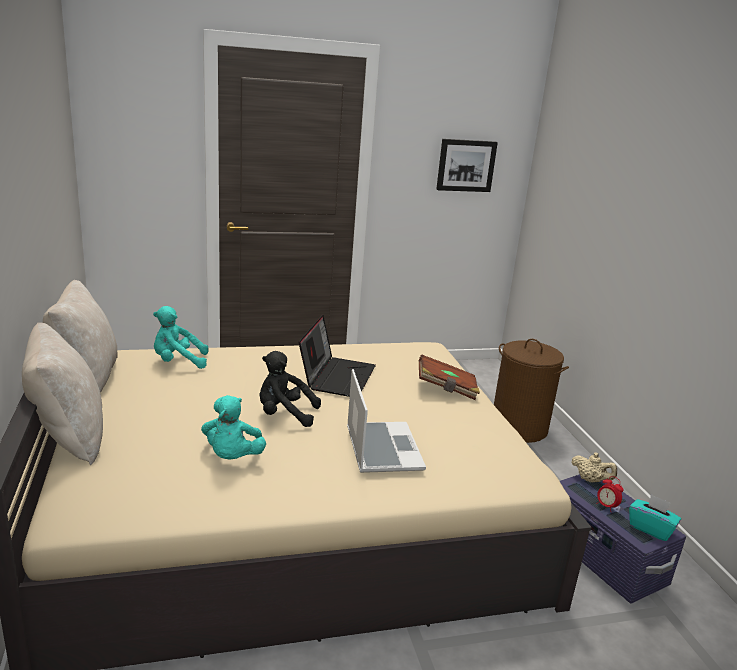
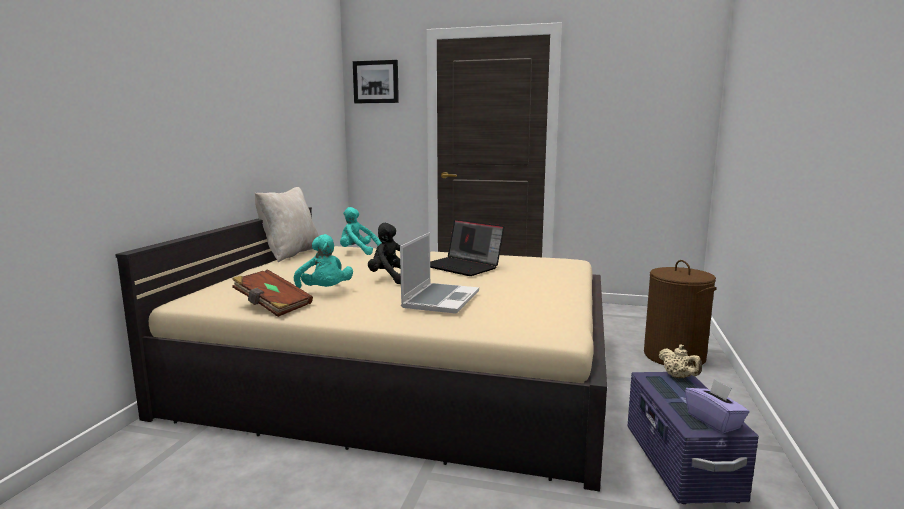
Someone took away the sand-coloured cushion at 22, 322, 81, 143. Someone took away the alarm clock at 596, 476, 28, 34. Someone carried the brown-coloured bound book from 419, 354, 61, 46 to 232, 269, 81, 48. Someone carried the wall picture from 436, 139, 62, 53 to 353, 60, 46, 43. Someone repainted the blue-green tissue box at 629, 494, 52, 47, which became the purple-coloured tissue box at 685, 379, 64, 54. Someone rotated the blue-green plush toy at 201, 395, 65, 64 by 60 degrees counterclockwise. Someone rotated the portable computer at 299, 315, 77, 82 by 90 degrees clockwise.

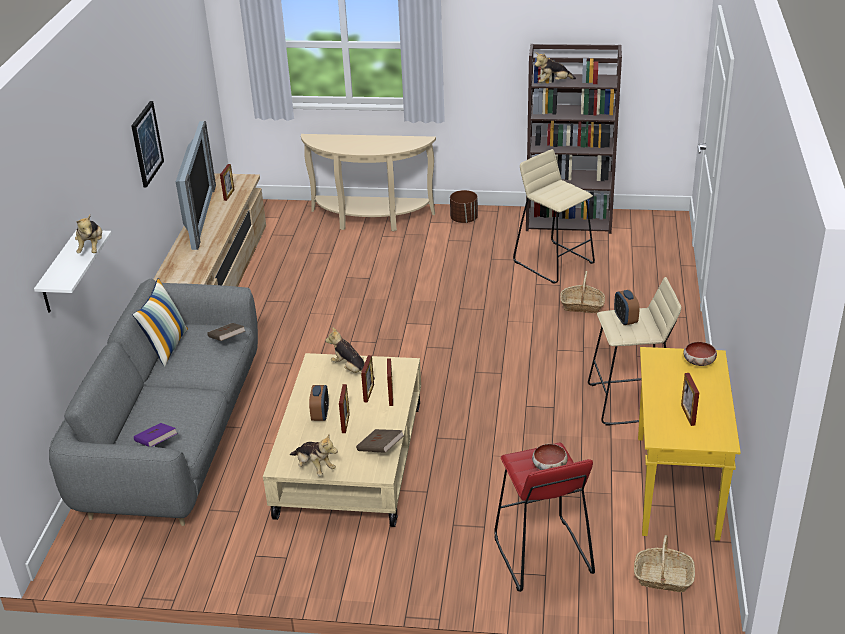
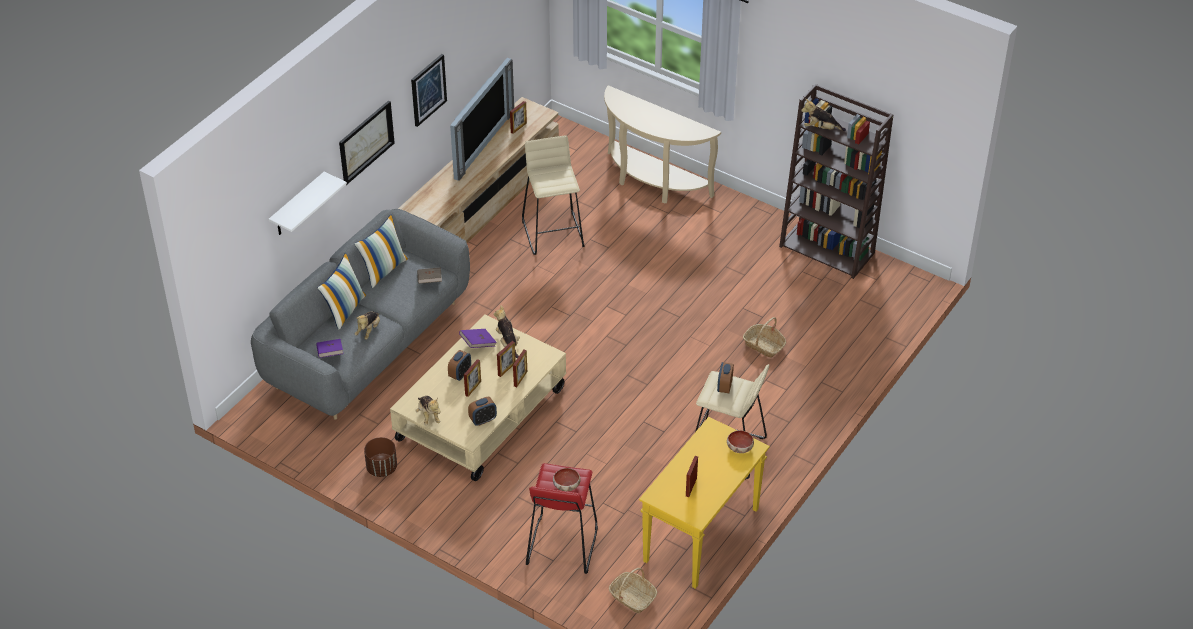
Someone put down the cushion at 318, 253, 48, 76. Someone put up the wall picture at 339, 100, 56, 85. Someone put down the purple-coloured bound book at 459, 329, 38, 19. Someone carried the plush toy from 75, 215, 27, 38 to 355, 311, 25, 29. Someone carried the brown-coloured plant pot from 450, 190, 28, 33 to 364, 437, 33, 40. Someone carried the sand-coloured stool from 513, 149, 82, 135 to 522, 135, 62, 120. Someone swapped the brown-coloured bound book at 356, 429, 49, 24 for the alarm clock at 468, 397, 29, 29.

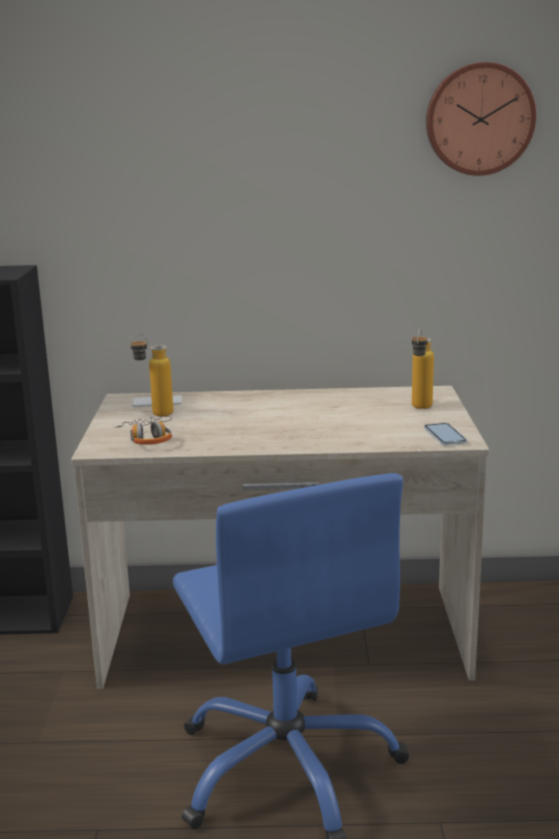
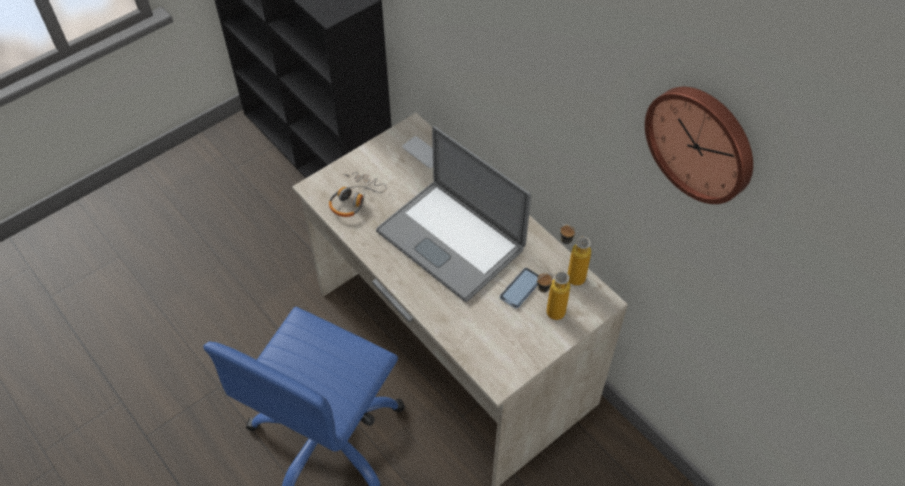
Someone put down the portable computer at 376, 126, 155, 176. Someone carried the drink bottle from 129, 334, 44, 82 to 560, 224, 31, 62. Someone carried the telephone from 424, 423, 43, 23 to 500, 268, 39, 41.

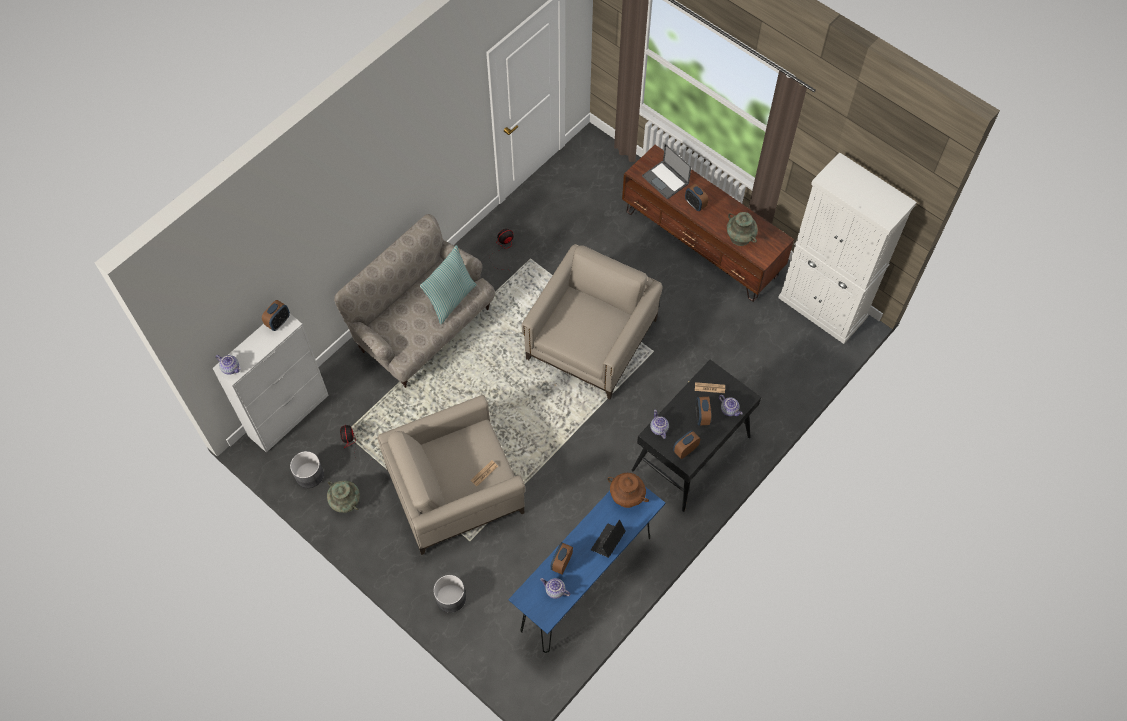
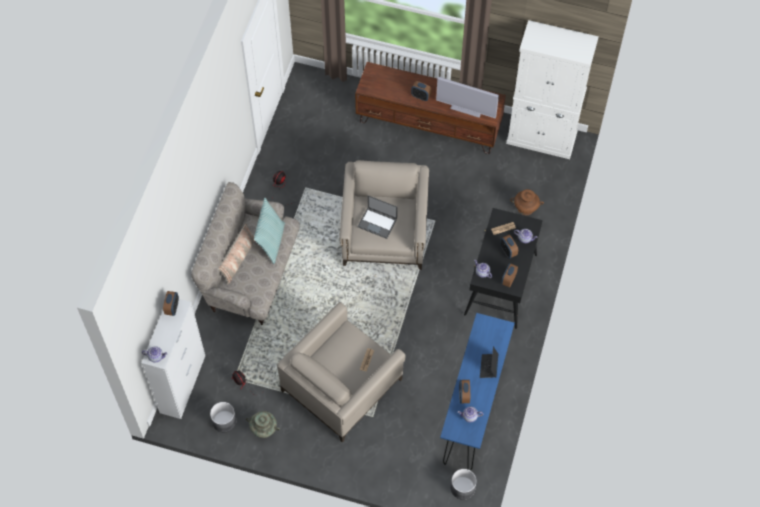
Someone put down the cushion at 218, 224, 37, 60. Someone carried the gray plant pot from 433, 575, 33, 38 to 451, 469, 26, 31. Someone carried the brown-coloured flower vase from 607, 473, 42, 35 to 511, 189, 33, 26. Someone carried the portable computer from 642, 144, 49, 56 to 357, 195, 41, 44. Someone swapped the blue-green flower vase at 727, 212, 31, 34 for the TV set at 436, 77, 63, 42.

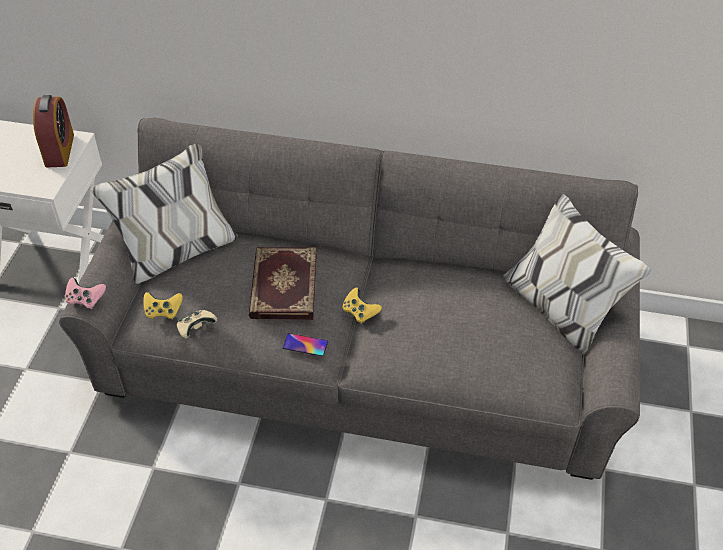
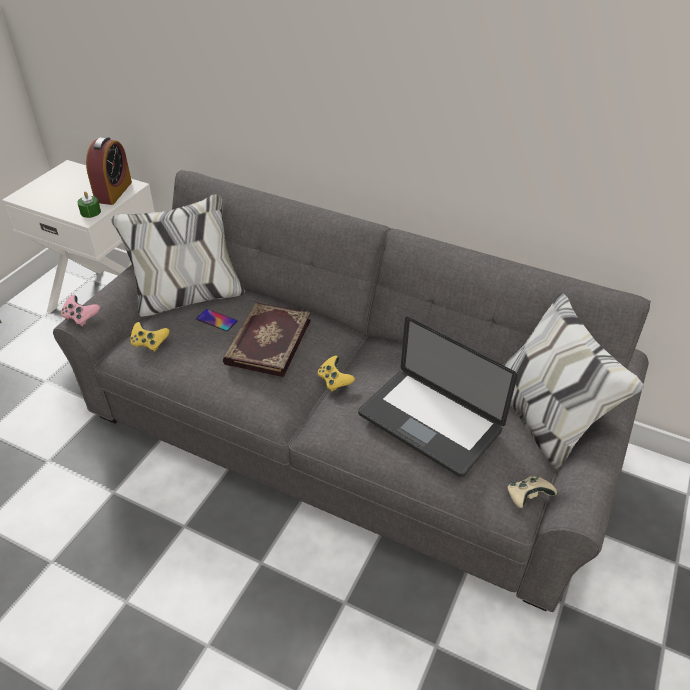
Someone put down the green-coloured wax candle at 77, 191, 24, 27. Someone put down the portable computer at 358, 317, 159, 160. Someone carried the sand-coloured joypad from 177, 310, 40, 28 to 507, 476, 50, 32. Someone carried the telephone from 283, 333, 45, 23 to 196, 309, 41, 22.

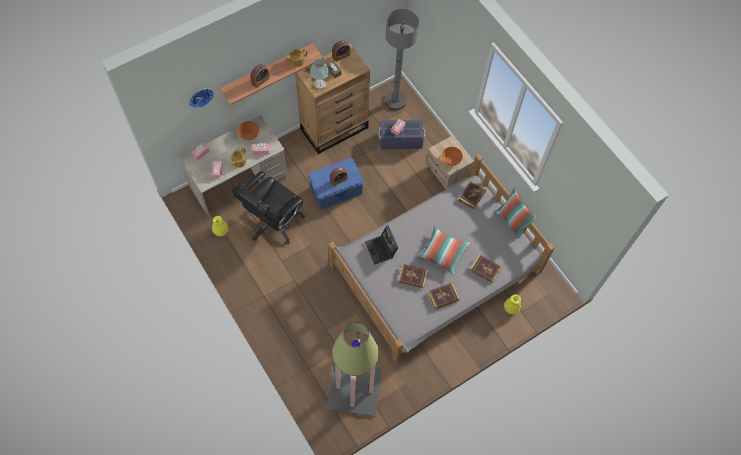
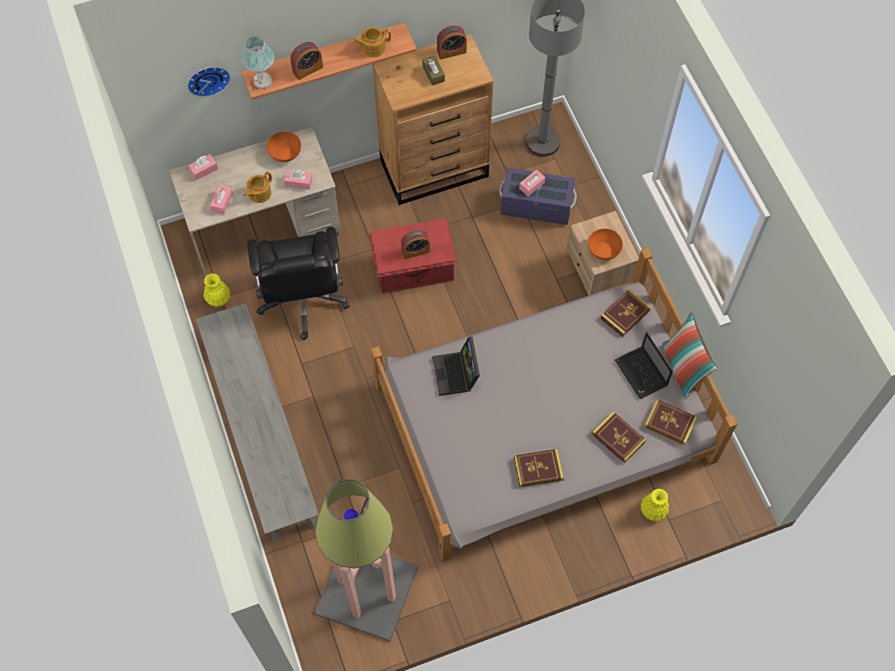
Someone took away the cushion at 418, 226, 52, 48. Someone put down the gray indoor bench at 196, 303, 123, 238. Someone put down the portable computer at 615, 332, 58, 67. Someone carried the tabletop lamp from 310, 59, 19, 31 to 242, 37, 32, 52. Someone carried the bound book from 398, 264, 30, 25 to 644, 399, 53, 47. Someone repainted the bluish storage box at 308, 158, 57, 51, which became the red storage box at 369, 219, 88, 74. Someone rotated the black-coloured computer chair at 232, 171, 73, 74 by 60 degrees counterclockwise.

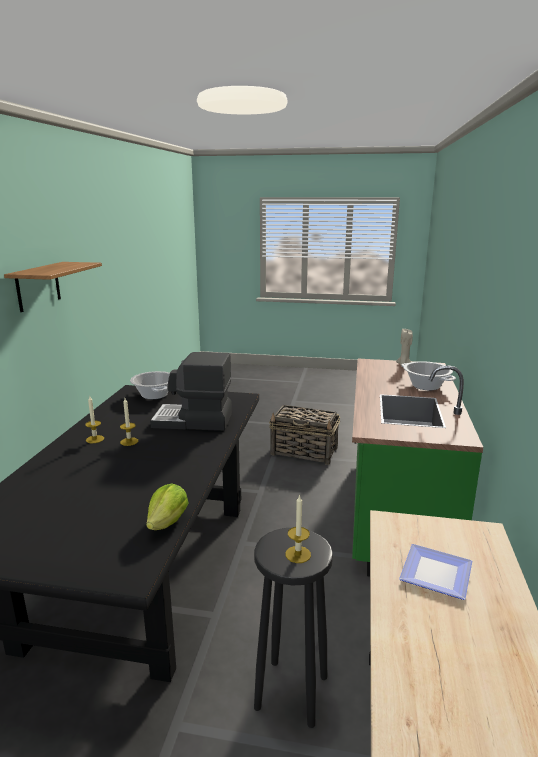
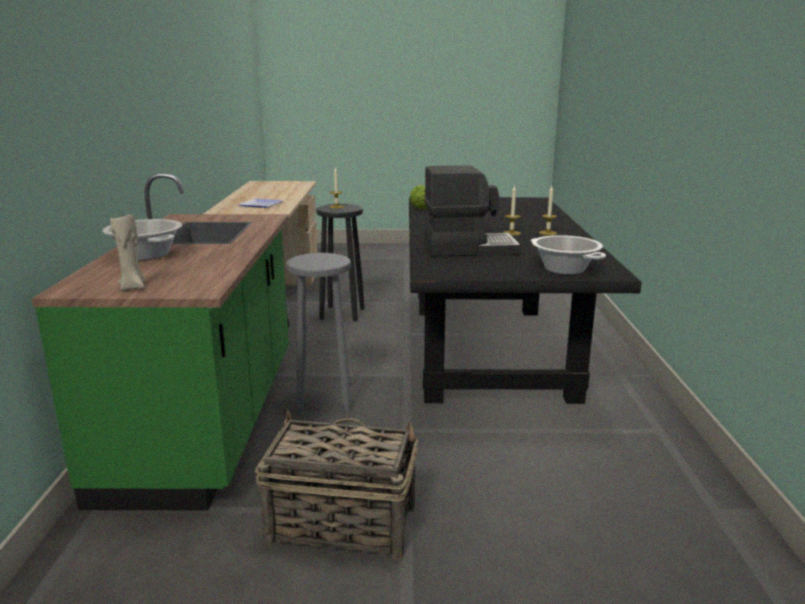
Someone took away the bracket shelf at 4, 262, 98, 50. Someone put down the gray stool at 286, 253, 65, 161.

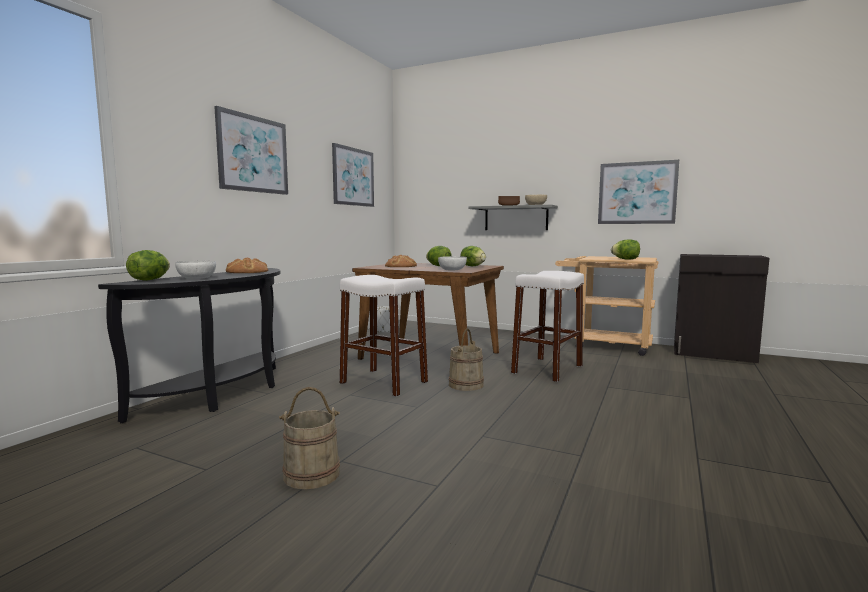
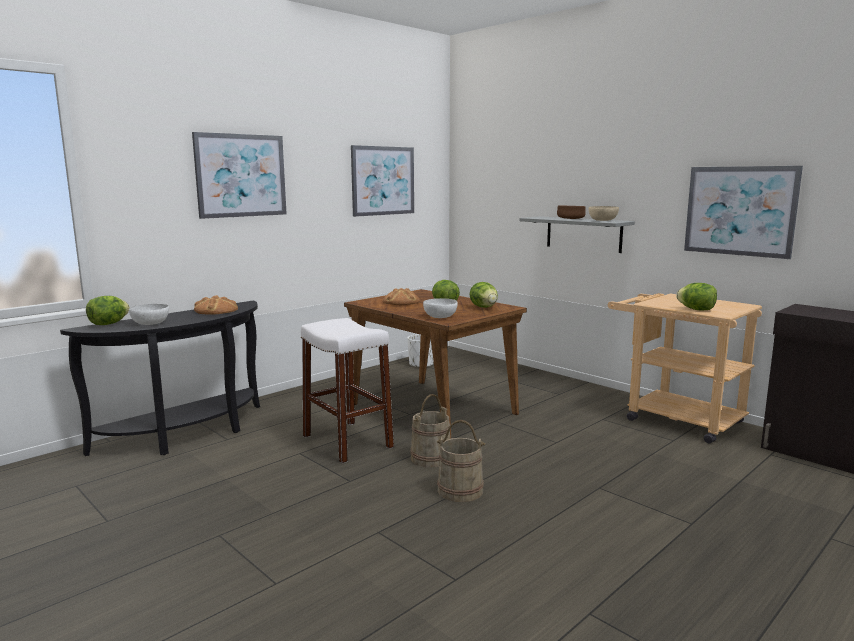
Someone took away the white stool at 511, 271, 73, 111. Someone carried the sand-coloured pail from 279, 387, 61, 103 to 437, 420, 48, 82.

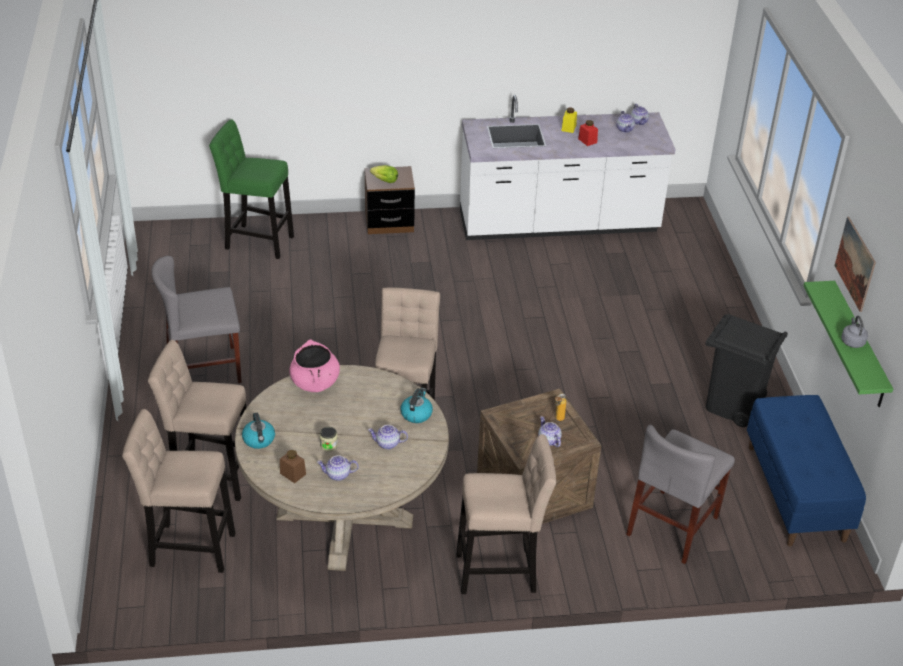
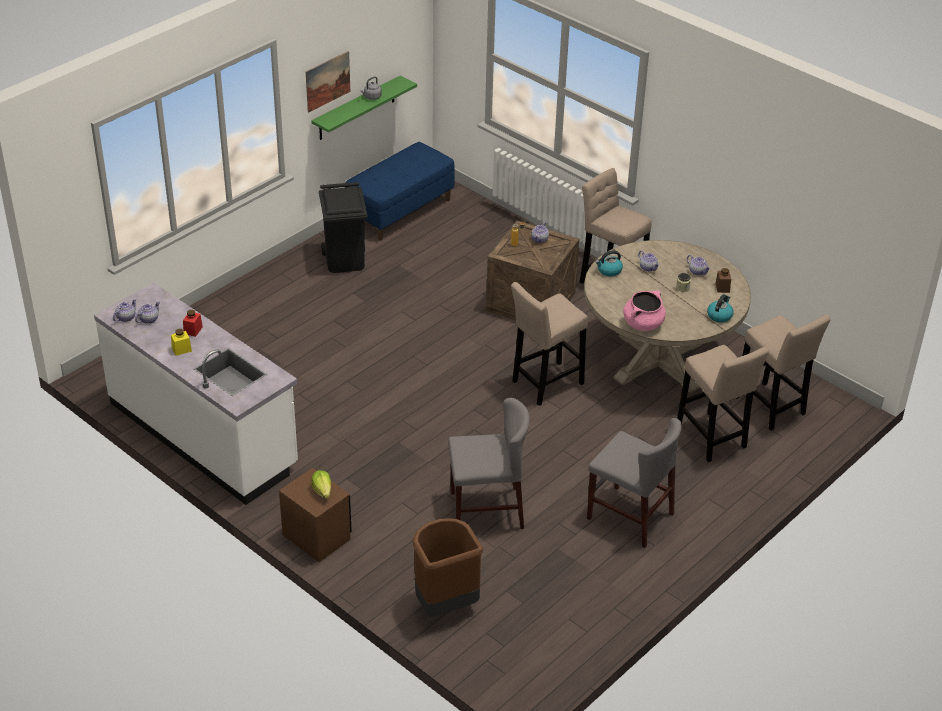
Someone carried the gray upright chair from 626, 425, 109, 139 to 448, 398, 82, 131. Someone swapped the green-coloured stool at 209, 119, 85, 140 for the brown-coloured rubbish bin at 413, 518, 70, 99.

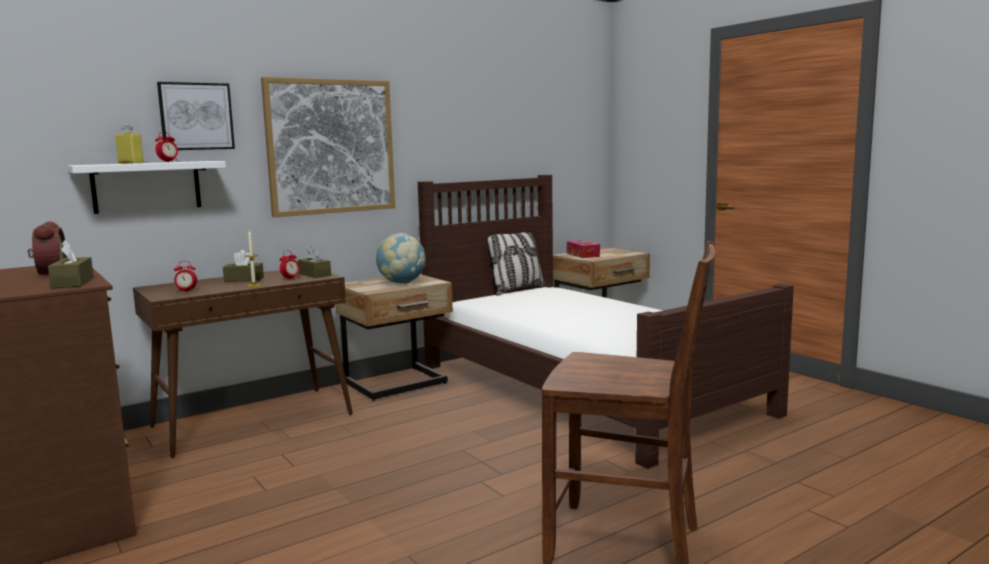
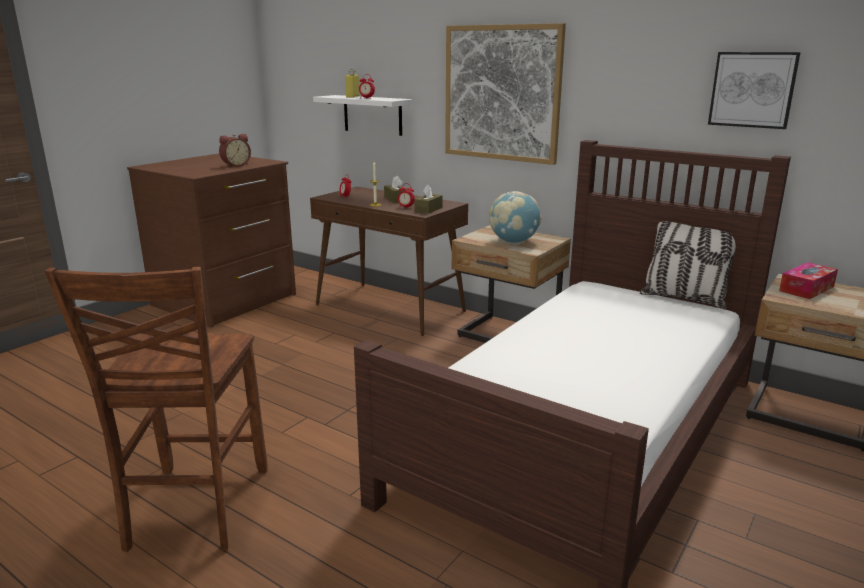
Someone took away the brown-coloured tissue box at 48, 240, 46, 48. Someone carried the wall picture from 157, 82, 78, 68 to 708, 52, 93, 77.

